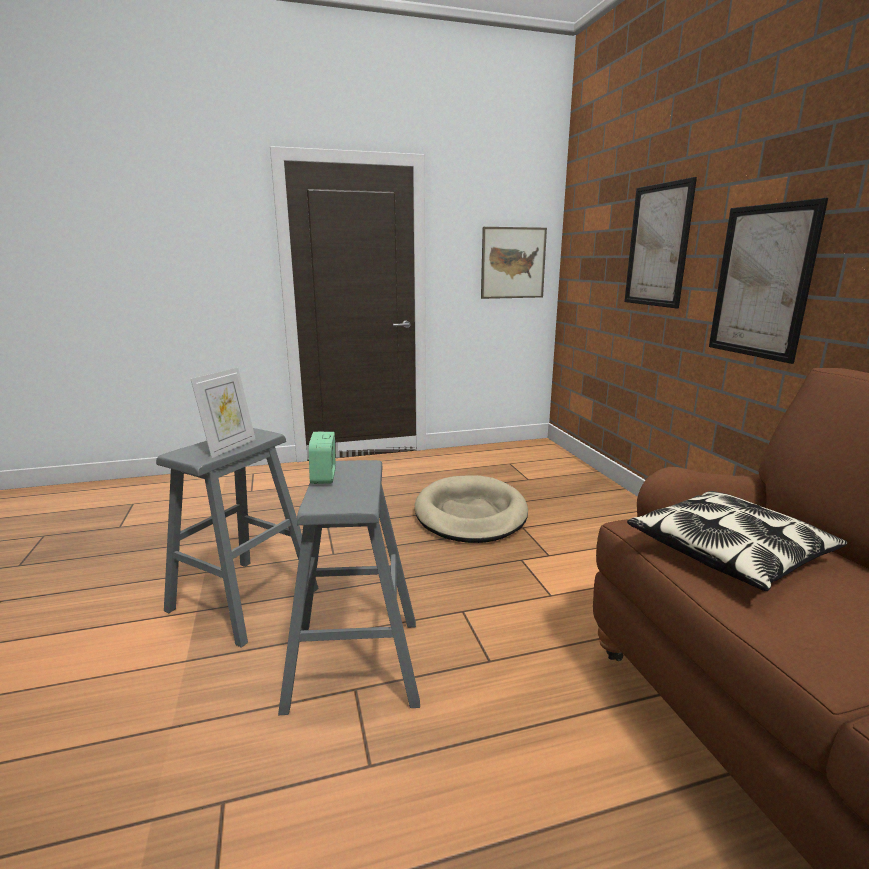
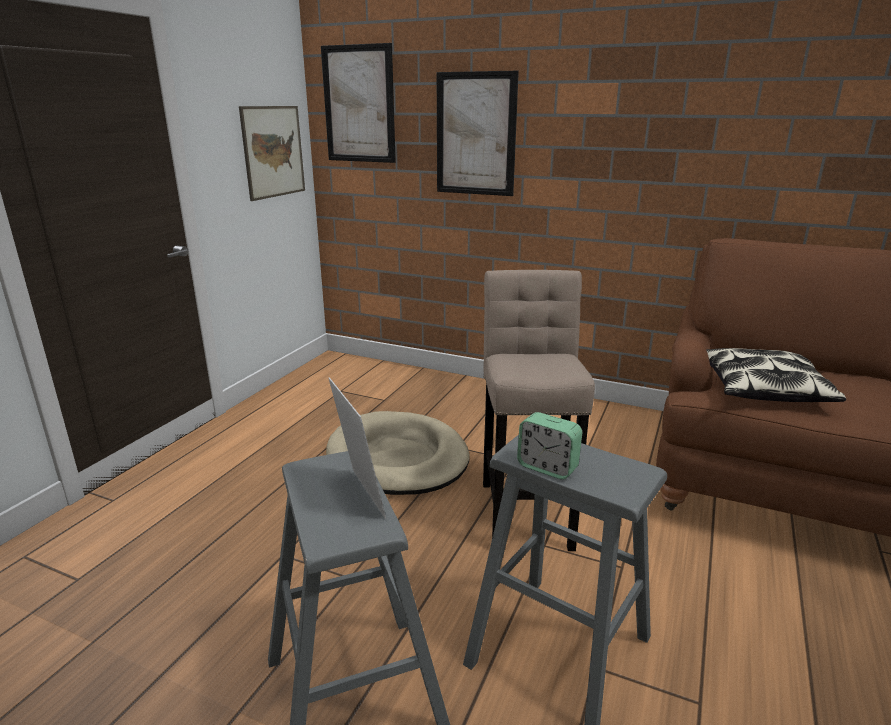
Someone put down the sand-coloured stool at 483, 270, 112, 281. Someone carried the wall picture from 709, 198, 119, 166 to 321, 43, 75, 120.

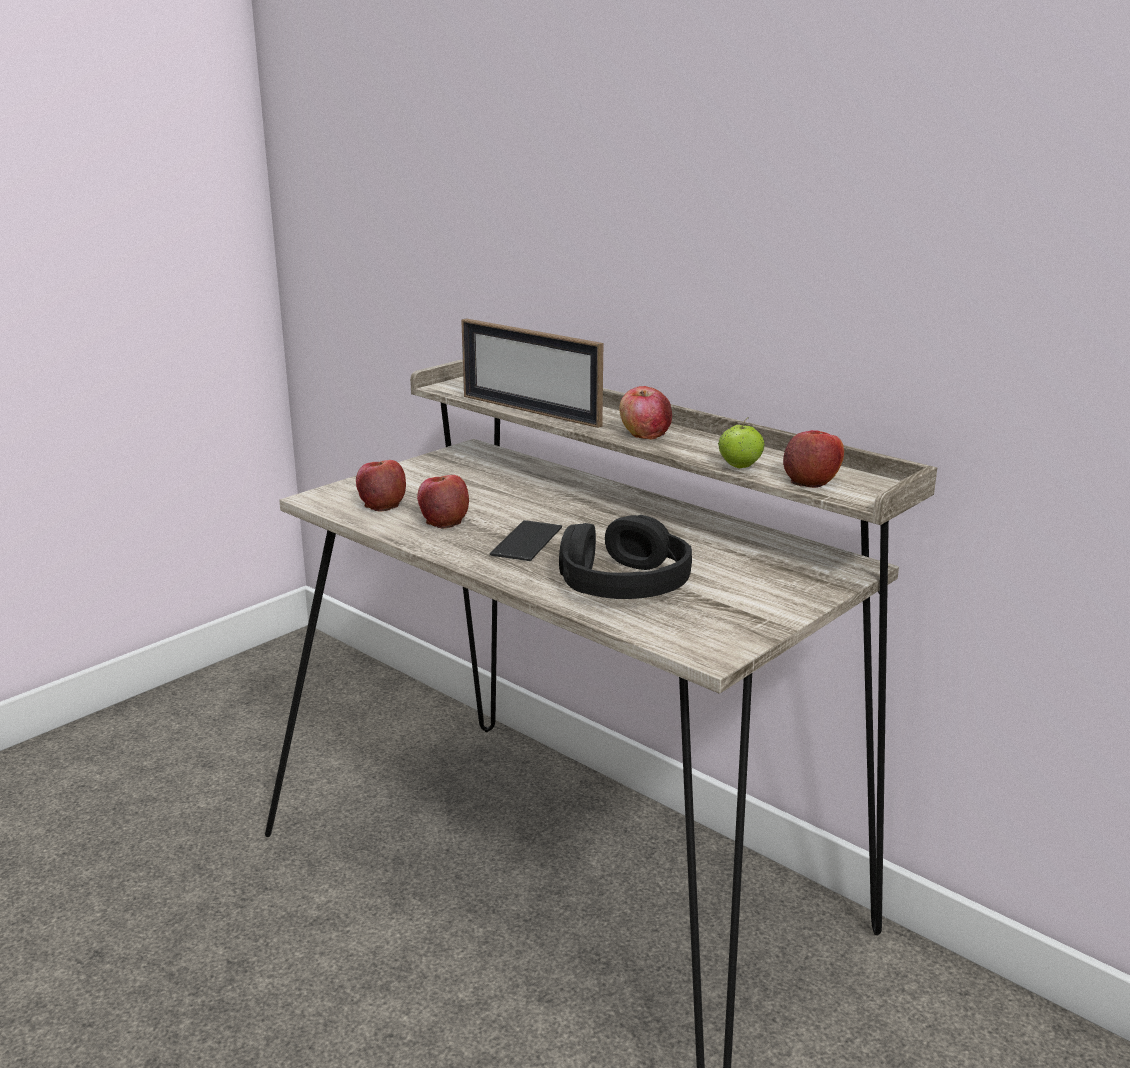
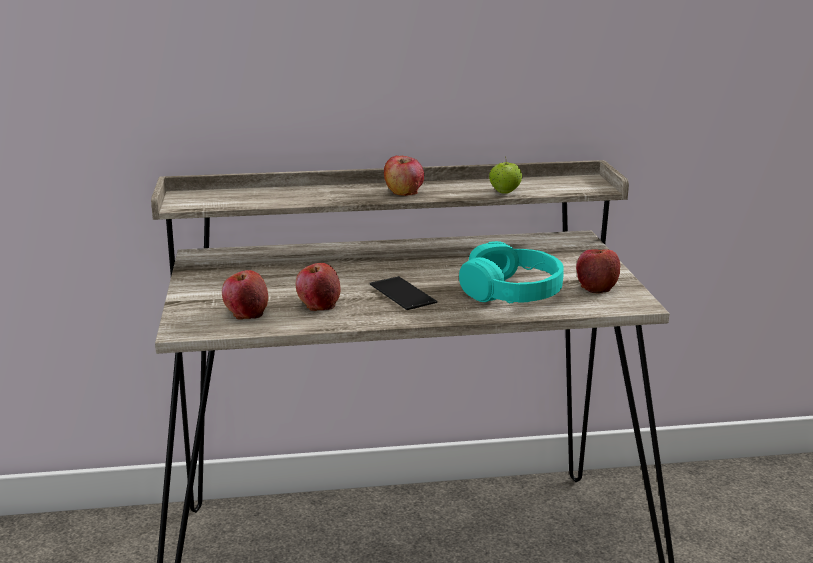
Someone took away the picture frame at 461, 318, 142, 110. Someone carried the apple from 783, 430, 61, 58 to 576, 249, 44, 44. Someone repainted the black-coloured headphones at 559, 515, 133, 84, which became the blue-green headphones at 459, 241, 105, 62.

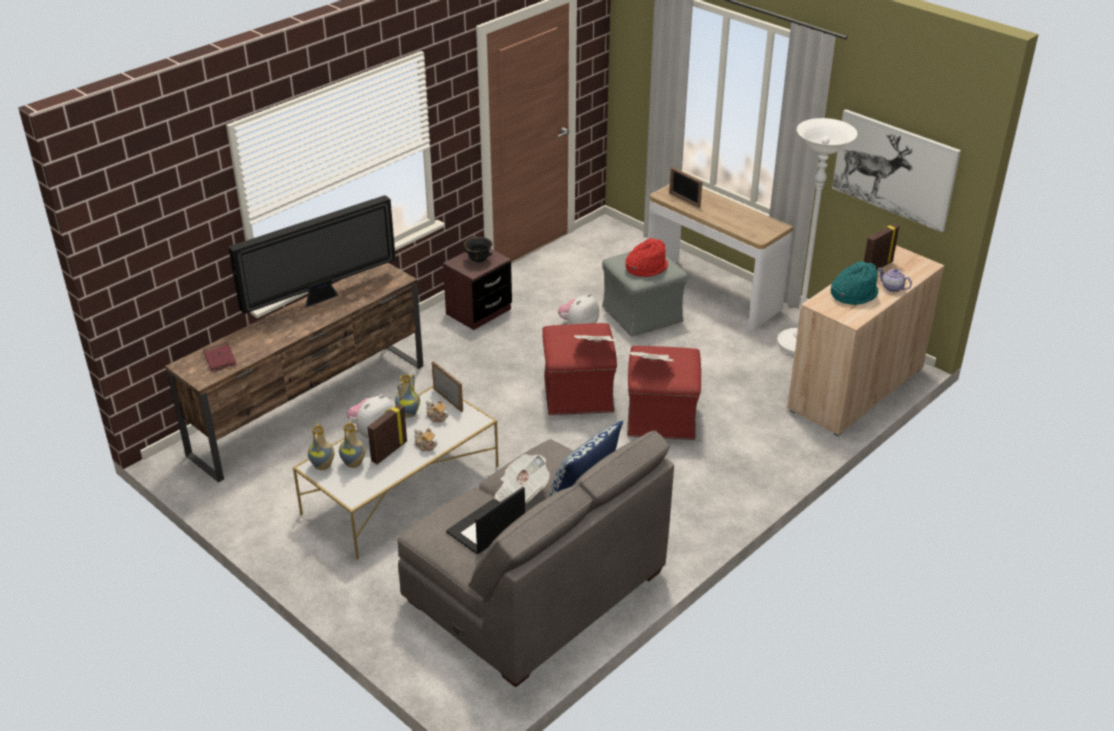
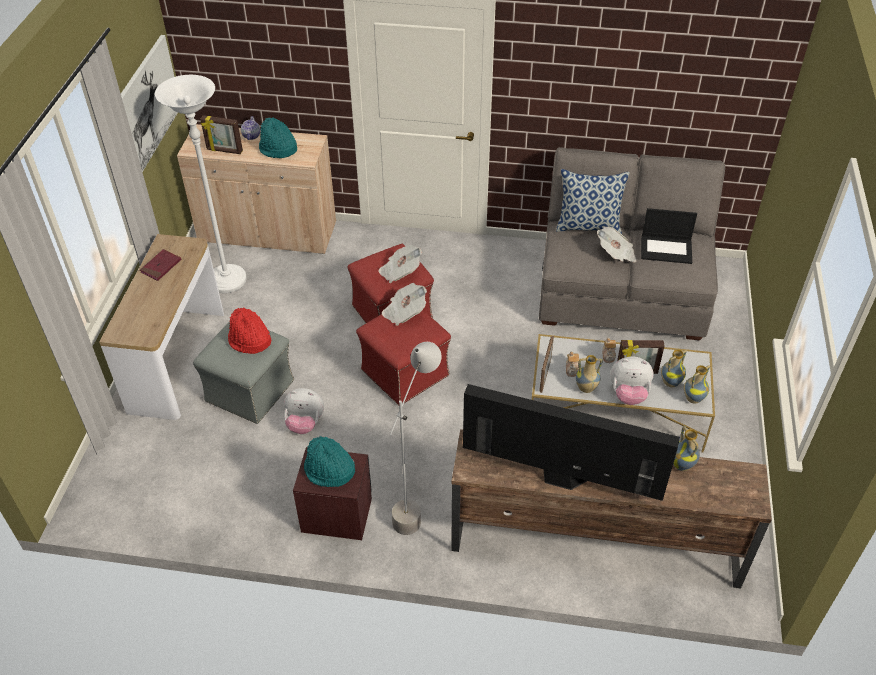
Someone took away the picture frame at 669, 167, 34, 41. Someone put down the gray standard lamp at 390, 342, 52, 193. Someone put down the flower vase at 673, 426, 27, 45. Someone carried the red bound book from 203, 342, 34, 29 to 140, 249, 41, 32. Someone swapped the black-coloured serving bowl at 464, 237, 29, 25 for the blue-green hat at 304, 436, 51, 51.

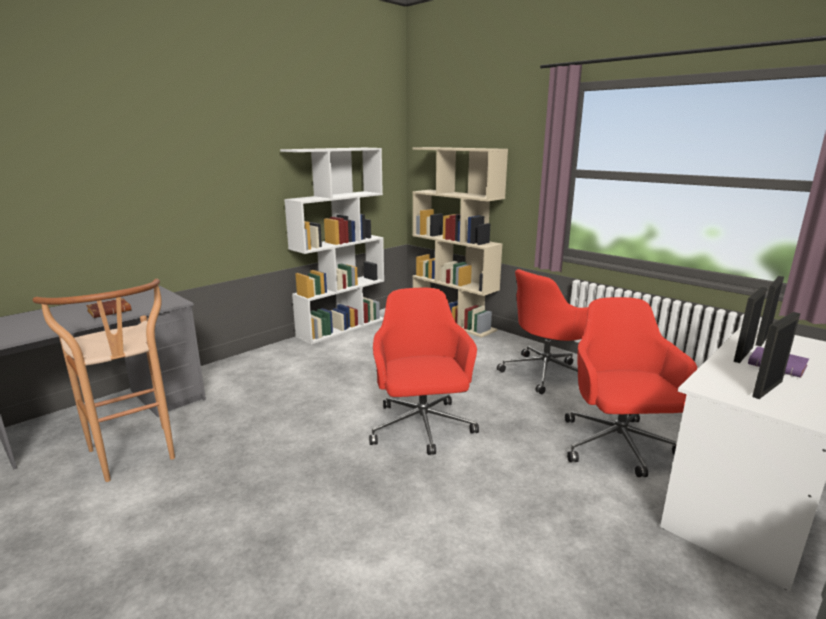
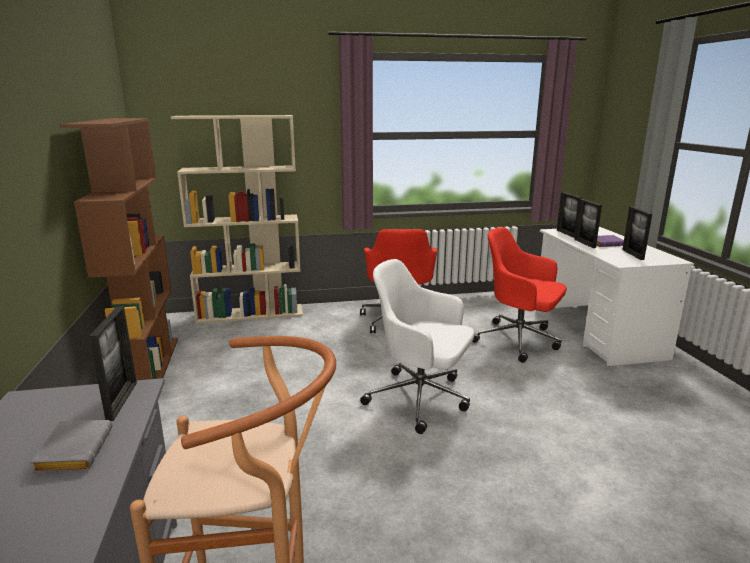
Someone put down the picture frame at 89, 306, 48, 115. Someone repainted the brown-coloured bound book at 86, 298, 46, 20, which became the gray bound book at 30, 420, 82, 53. Someone repainted the white bookshelf at 280, 148, 104, 197, which became the brown-coloured bookshelf at 59, 118, 119, 263. Someone repainted the red computer chair at 369, 288, 110, 167, which became the white computer chair at 360, 259, 114, 175.

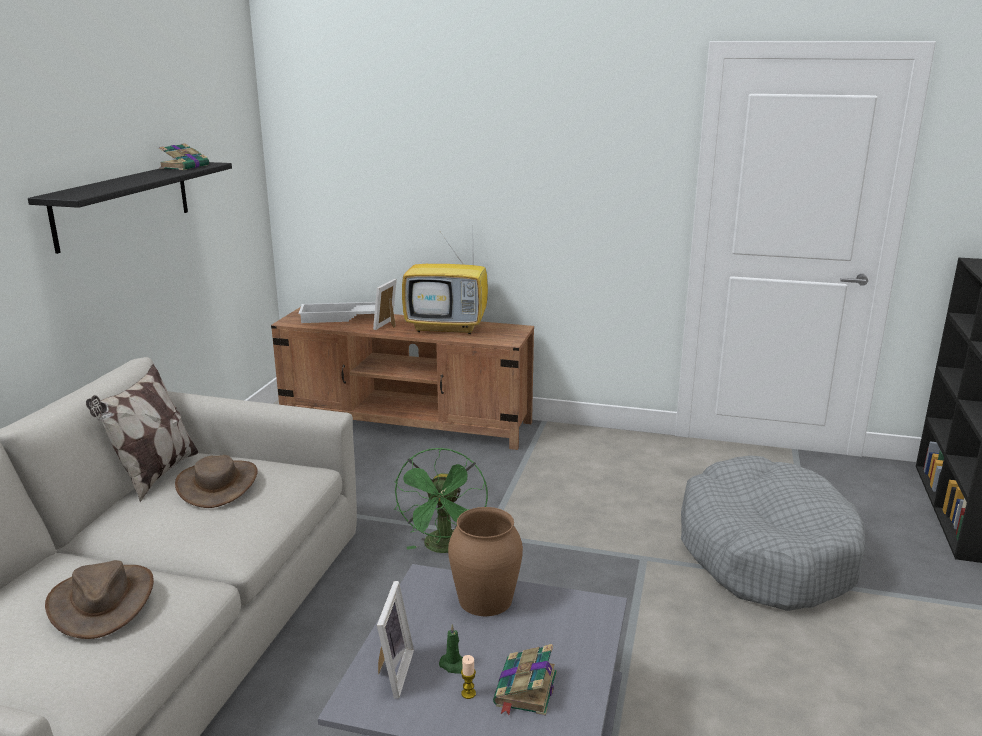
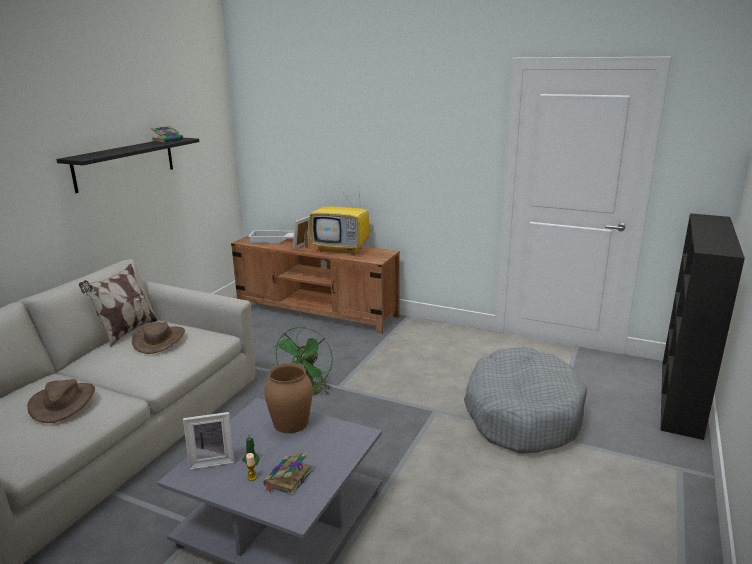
Someone rotated the picture frame at 377, 581, 37, 117 by 60 degrees clockwise.

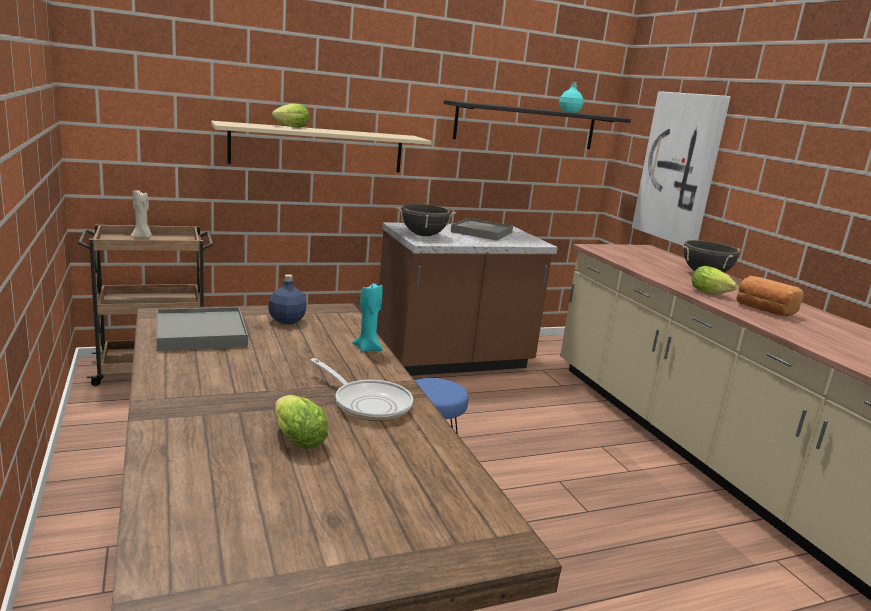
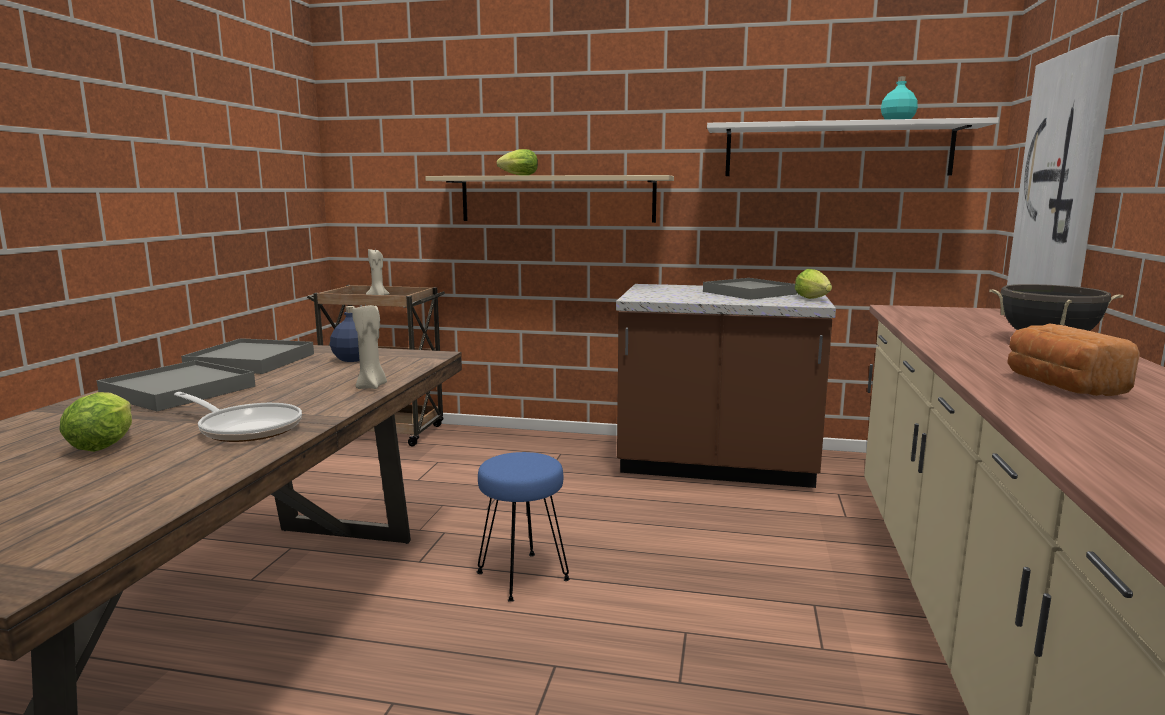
Someone took away the black-coloured cooking pot at 396, 204, 61, 32. Someone put down the gray tray at 97, 360, 158, 51. Someone carried the head of lettuce from 692, 266, 45, 28 to 795, 269, 37, 30. Someone repainted the blue-green wax candle at 352, 283, 31, 69, which became the sand-coloured wax candle at 352, 303, 35, 86. Someone repainted the black-coloured bracket shelf at 444, 100, 187, 49, which became the white bracket shelf at 707, 117, 292, 59. Someone rotated the frying pan at 310, 358, 103, 63 by 45 degrees counterclockwise.

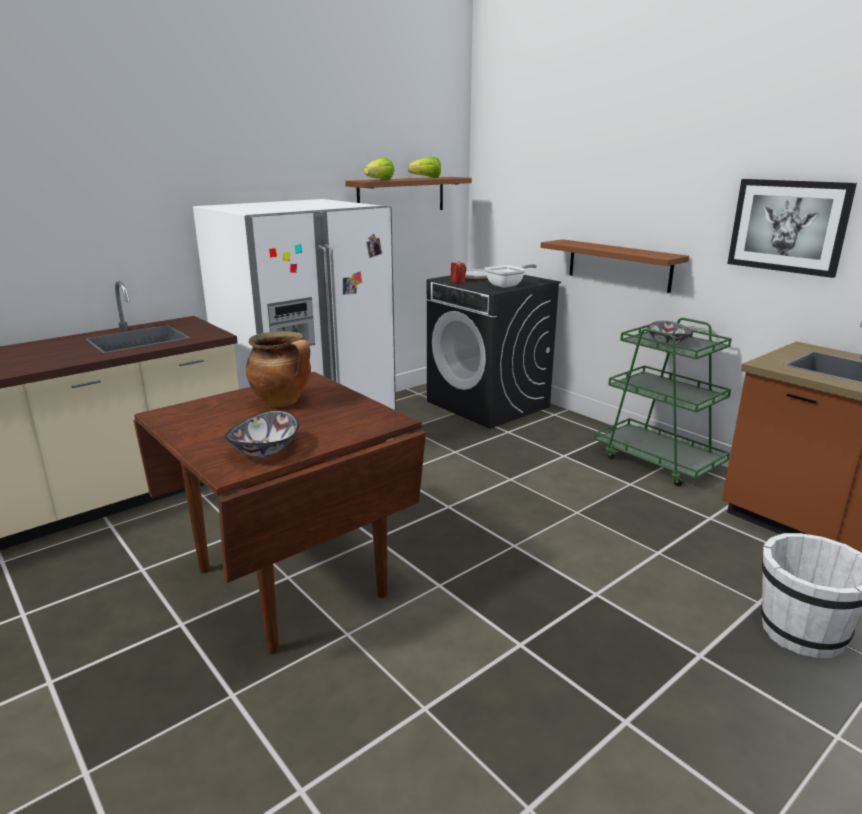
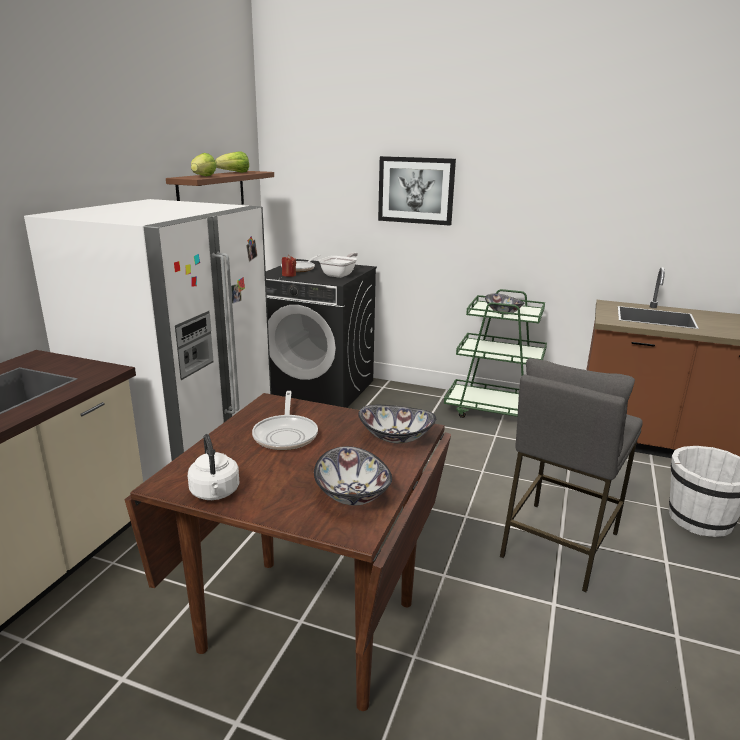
Someone took away the brown-coloured bracket shelf at 541, 239, 148, 54. Someone put down the white tea kettle at 188, 434, 51, 66. Someone put down the serving bowl at 358, 405, 78, 38. Someone put down the gray stool at 500, 358, 143, 234. Someone carried the wall picture from 727, 179, 130, 99 to 378, 156, 78, 70. Someone swapped the cooking pot at 246, 331, 65, 76 for the frying pan at 252, 391, 66, 59.

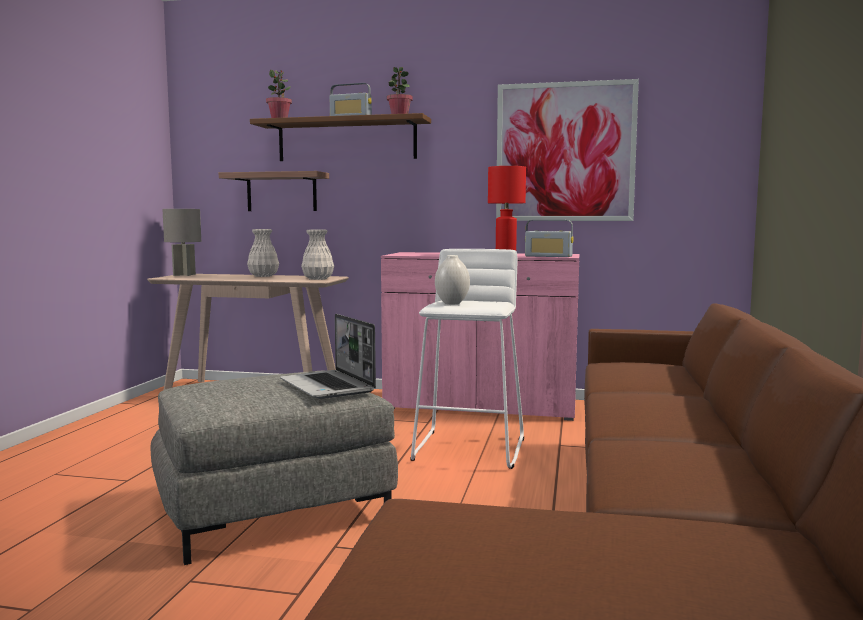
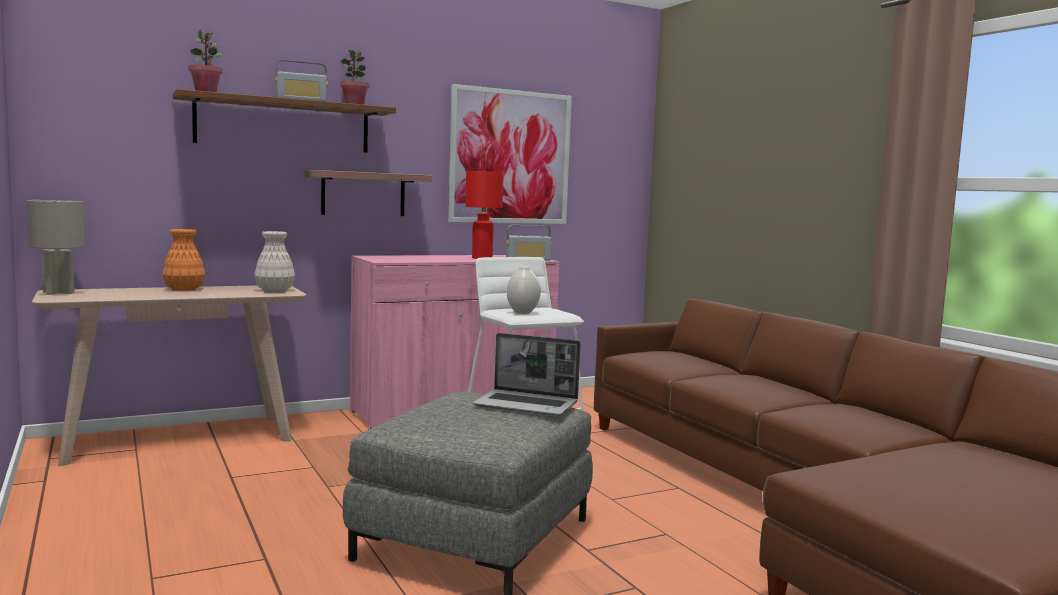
Someone carried the bracket shelf from 219, 171, 110, 40 to 305, 170, 127, 46. Someone repainted the white flower vase at 247, 229, 32, 48, which became the orange flower vase at 162, 229, 43, 62.

